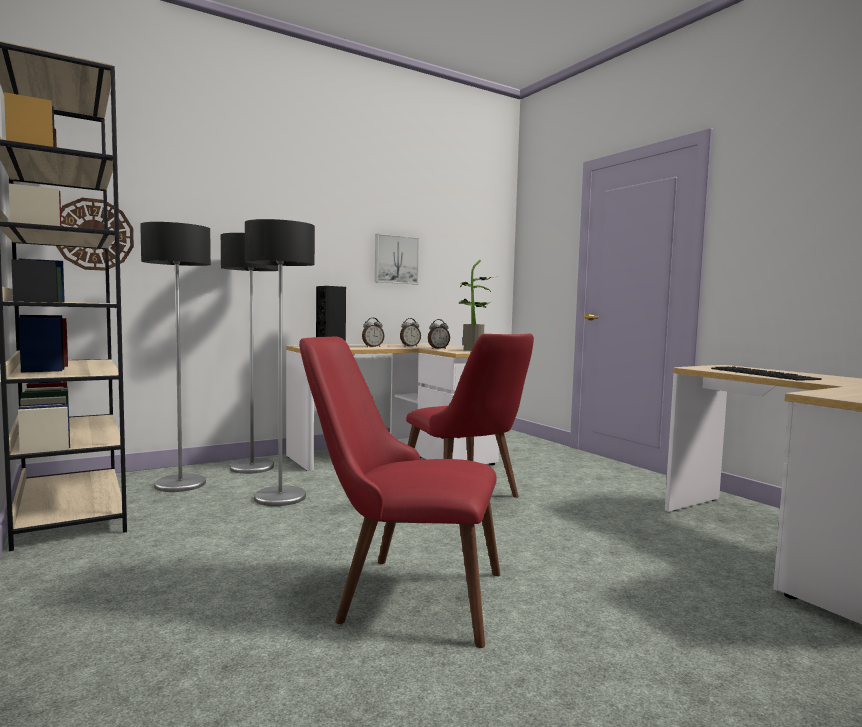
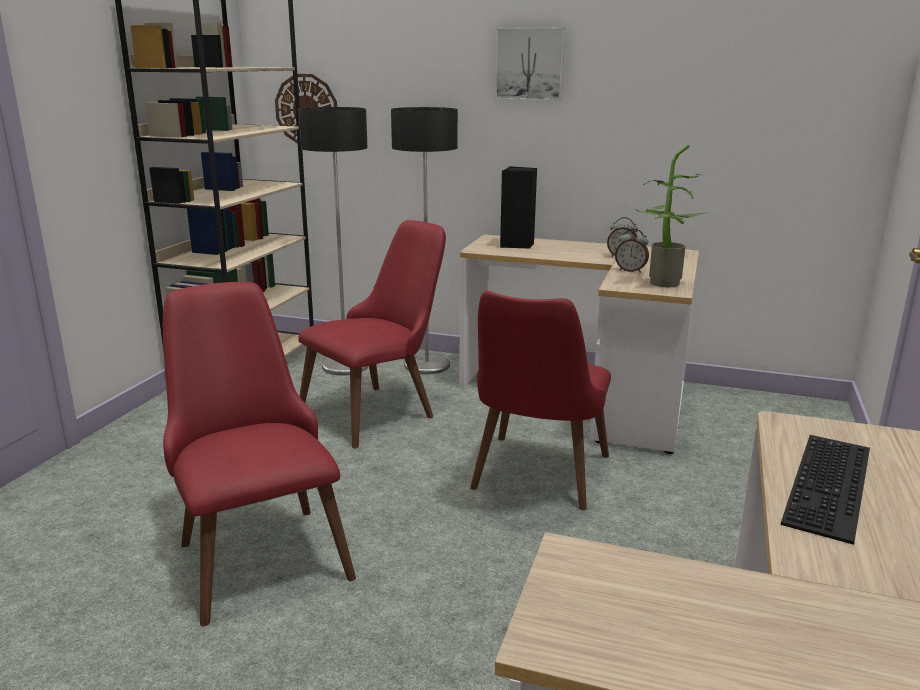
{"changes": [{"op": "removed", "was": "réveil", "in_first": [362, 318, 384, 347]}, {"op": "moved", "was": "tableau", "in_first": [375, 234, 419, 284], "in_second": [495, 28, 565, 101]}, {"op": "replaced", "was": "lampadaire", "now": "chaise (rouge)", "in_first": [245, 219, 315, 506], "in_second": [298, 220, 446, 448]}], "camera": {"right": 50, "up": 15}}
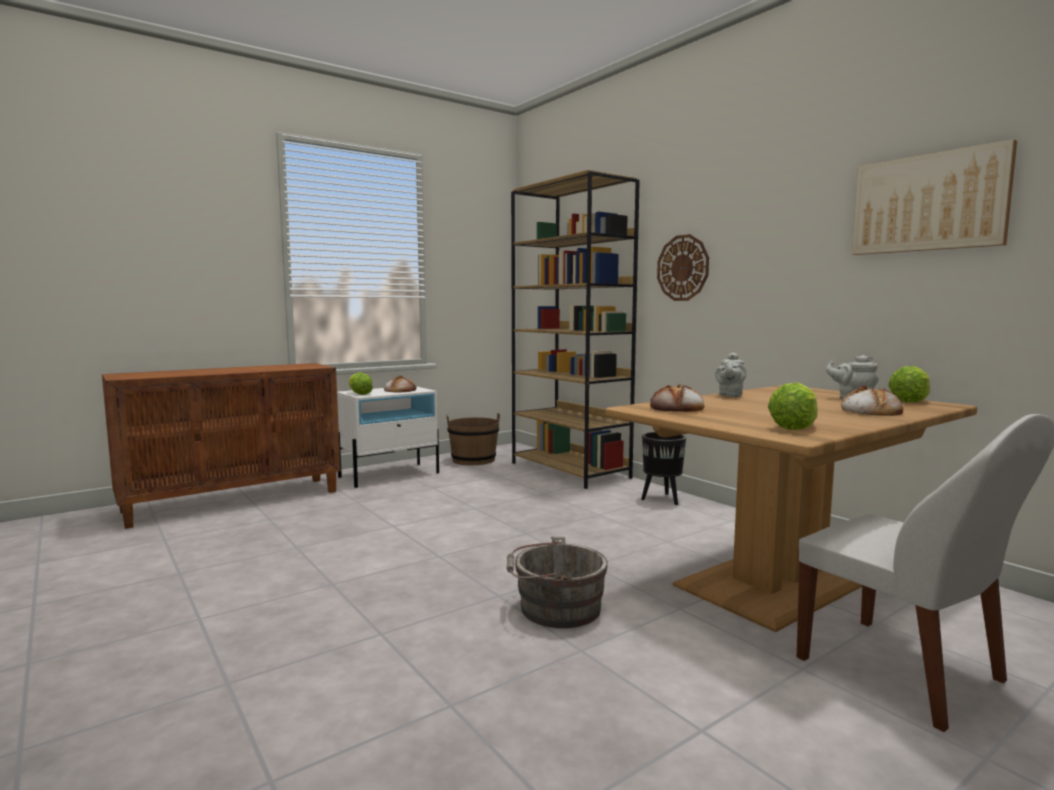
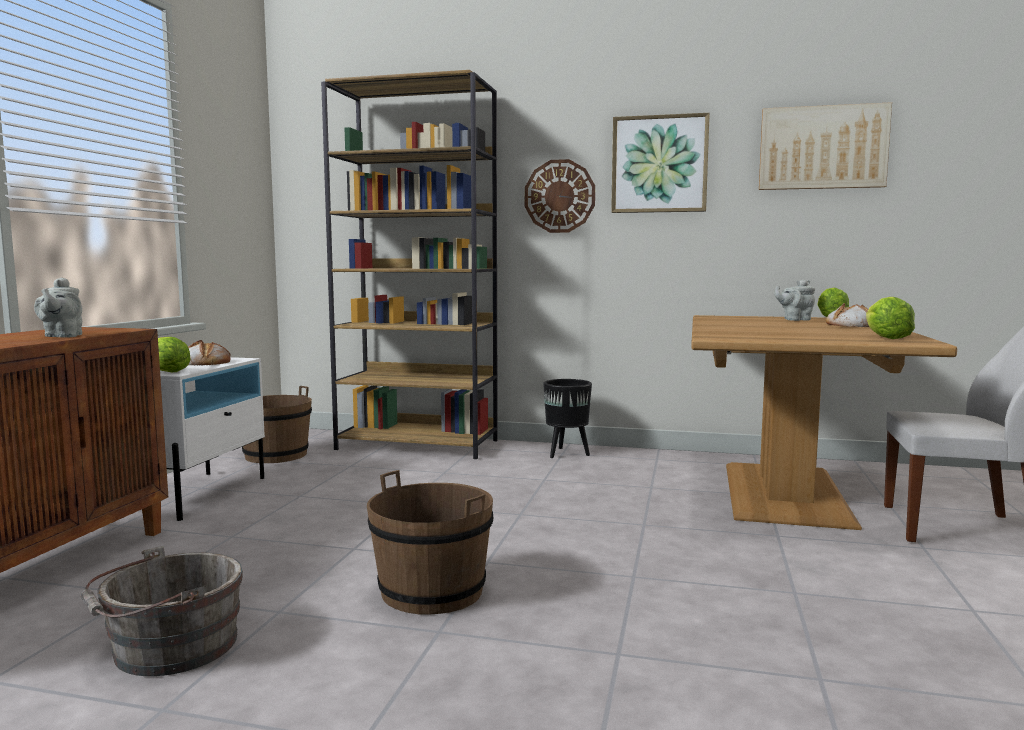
{"changes": [{"op": "removed", "was": "pain", "in_first": [650, 384, 705, 412]}, {"op": "added", "now": "seau (marron)", "in_second": [367, 470, 493, 615]}, {"op": "added", "now": "tableau", "in_second": [611, 113, 710, 213]}, {"op": "moved", "was": "seau (gris)", "in_first": [506, 536, 608, 628], "in_second": [81, 546, 243, 676]}, {"op": "moved", "was": "théière (gris)", "in_first": [715, 352, 747, 397], "in_second": [34, 277, 82, 338]}], "camera": {"right": -40, "up": 0}}
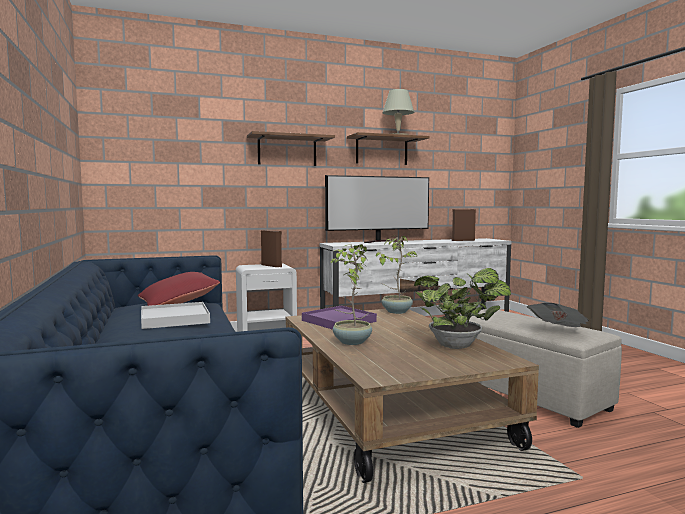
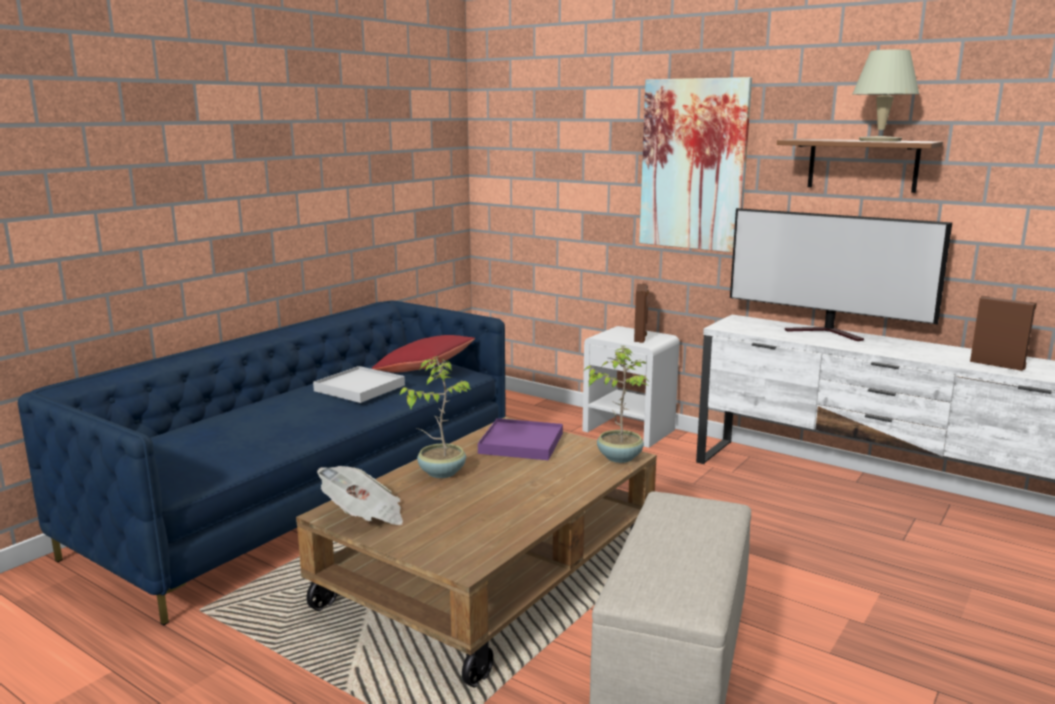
{"changes": [{"op": "removed", "was": "plante en pot", "in_first": [414, 268, 511, 349]}, {"op": "moved", "was": "journal", "in_first": [527, 303, 589, 327], "in_second": [317, 466, 403, 525]}, {"op": "replaced", "was": "étagère (marron)", "now": "tableau", "in_first": [247, 131, 335, 166], "in_second": [639, 77, 752, 252]}], "camera": {"right": 55, "up": 10}}
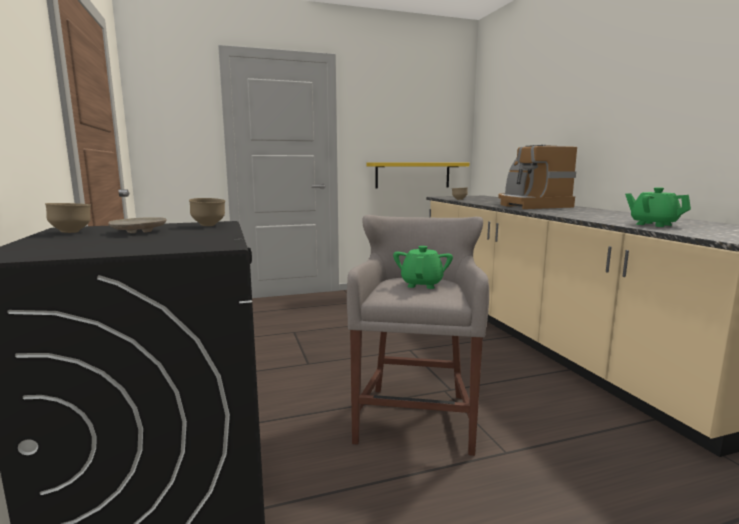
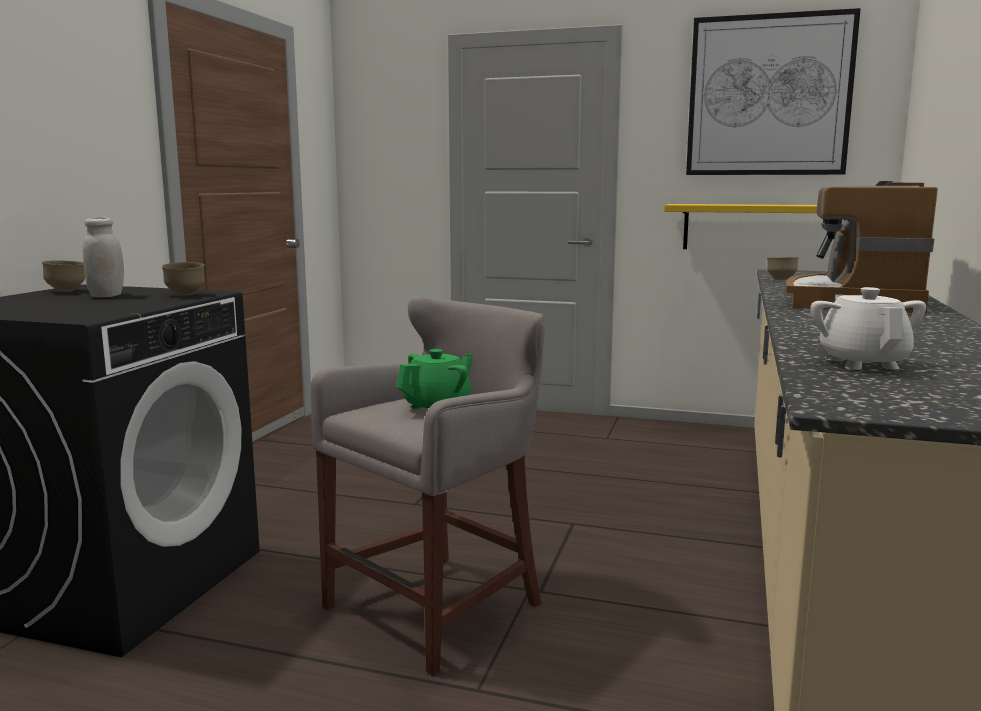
{"changes": [{"op": "added", "now": "tableau", "in_second": [686, 8, 861, 175]}, {"op": "replaced", "was": "assiette (beige)", "now": "bocal (blanc)", "in_first": [108, 217, 166, 233], "in_second": [83, 217, 124, 298]}, {"op": "recoloured", "was": "théière (vert)", "now": "théière (blanc)", "in_first": [625, 187, 691, 227], "in_second": [810, 287, 926, 370]}], "camera": {"right": 35, "up": 0}}
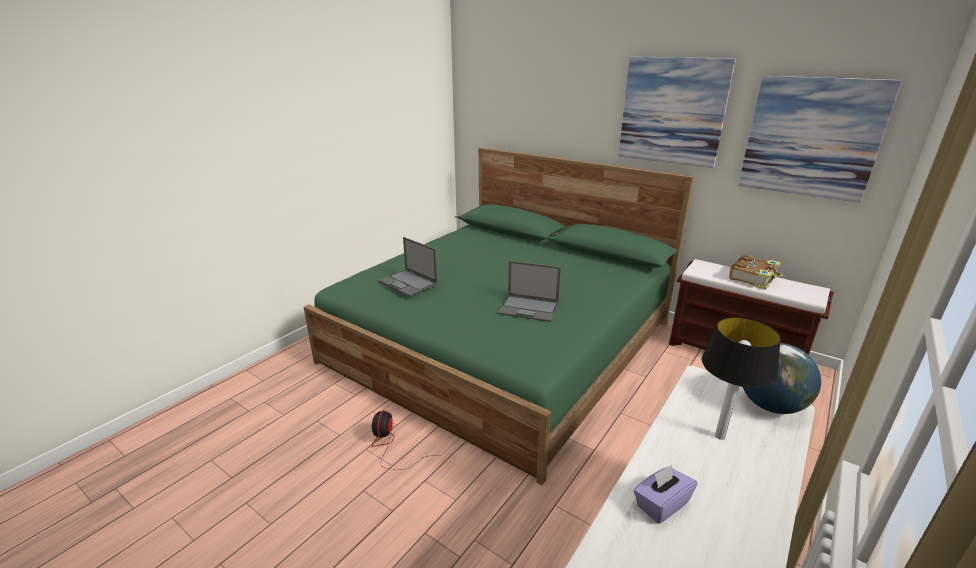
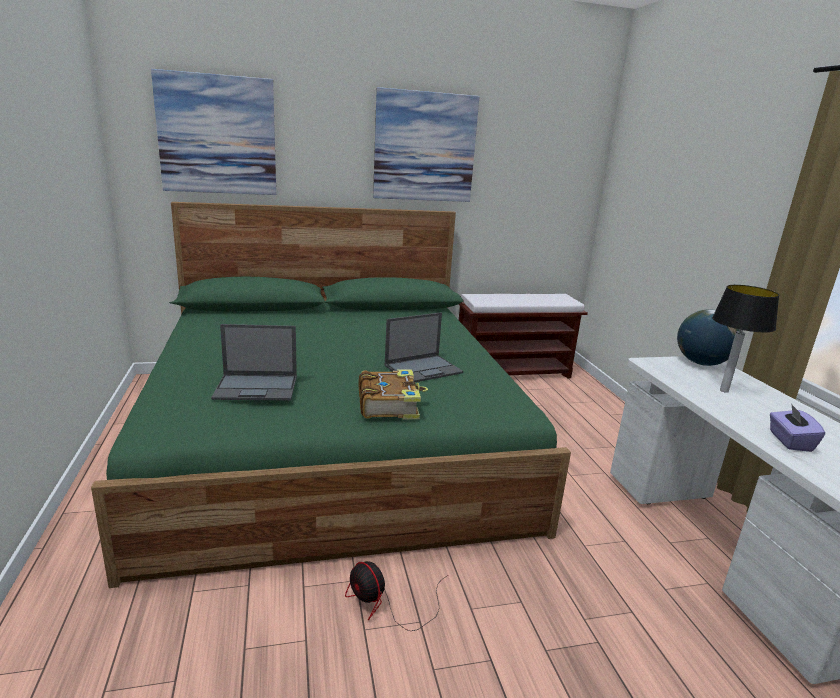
{"changes": [{"op": "moved", "was": "livre", "in_first": [729, 255, 783, 290], "in_second": [358, 369, 428, 419]}, {"op": "moved", "was": "tableau", "in_first": [738, 75, 902, 203], "in_second": [151, 69, 276, 195]}], "camera": {"right": -50, "up": -5}}
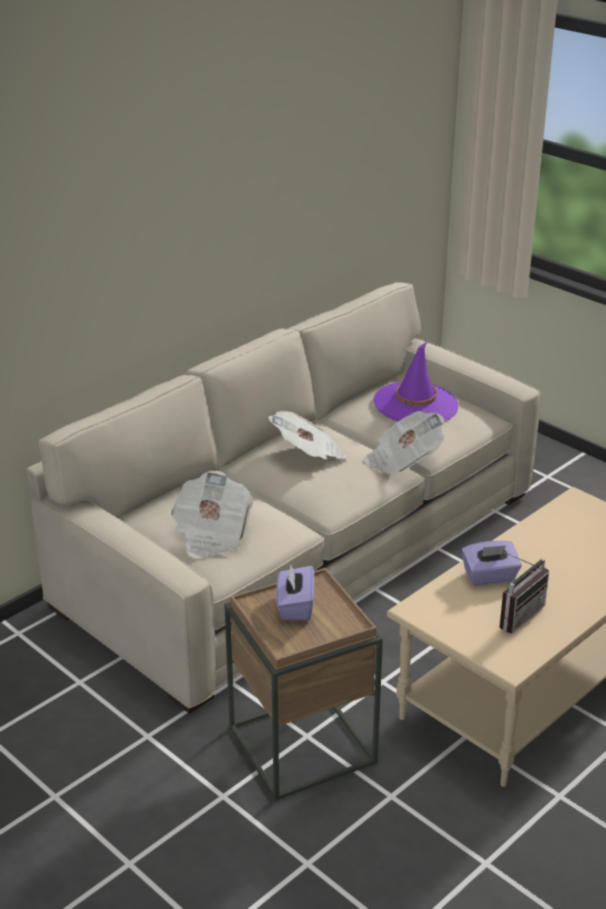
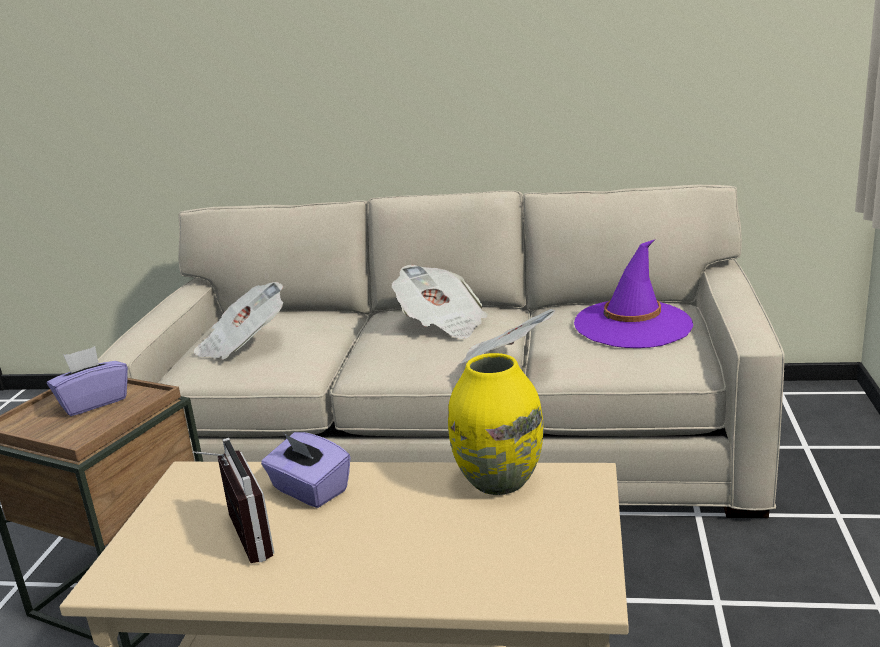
{"changes": [{"op": "added", "now": "vase (jaune)", "in_second": [448, 353, 543, 495]}, {"op": "turned", "was": "radio", "in_first": [500, 552, 549, 633], "in_second": [192, 438, 274, 563], "clockwise": -120}], "camera": {"right": 55, "up": -10}}
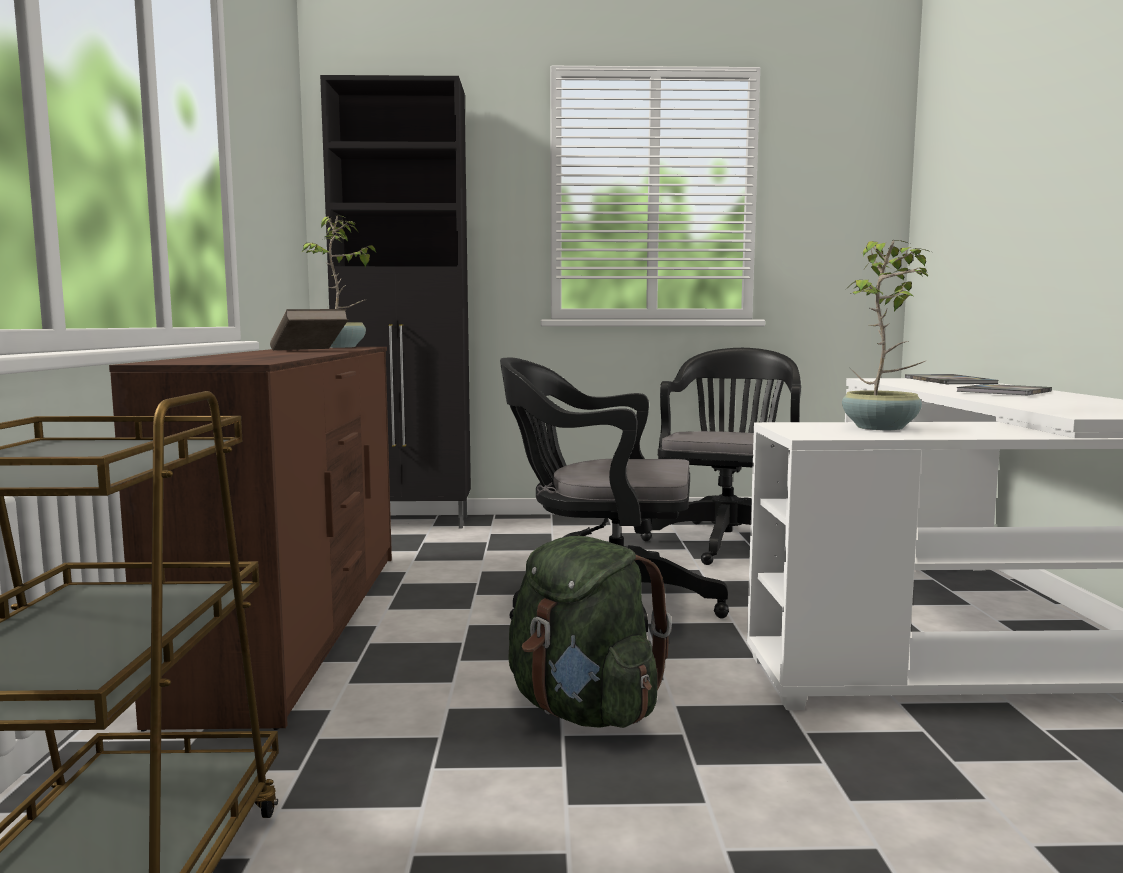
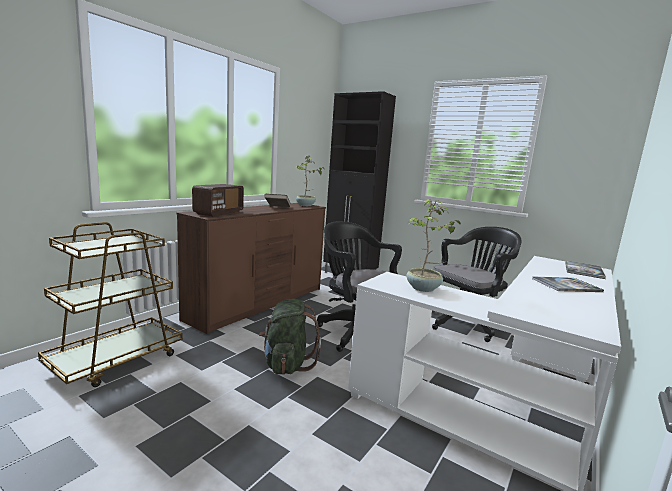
{"changes": [{"op": "added", "now": "radio", "in_second": [192, 184, 244, 216]}], "camera": {"right": 35, "up": 5}}
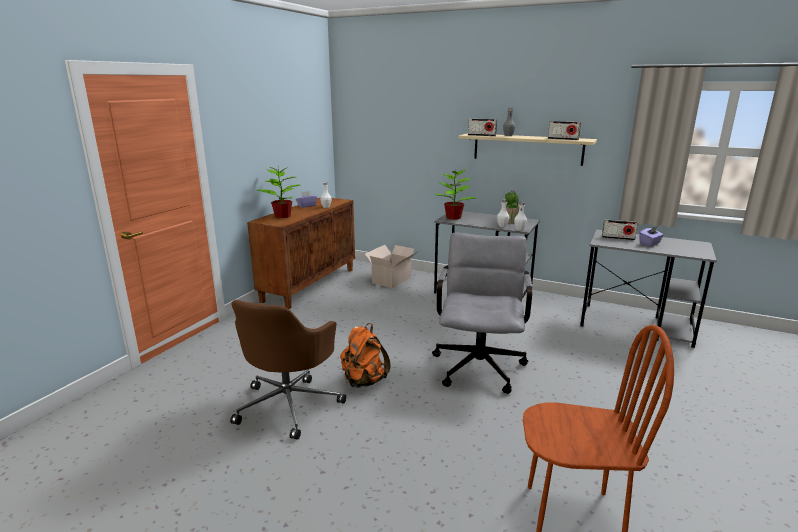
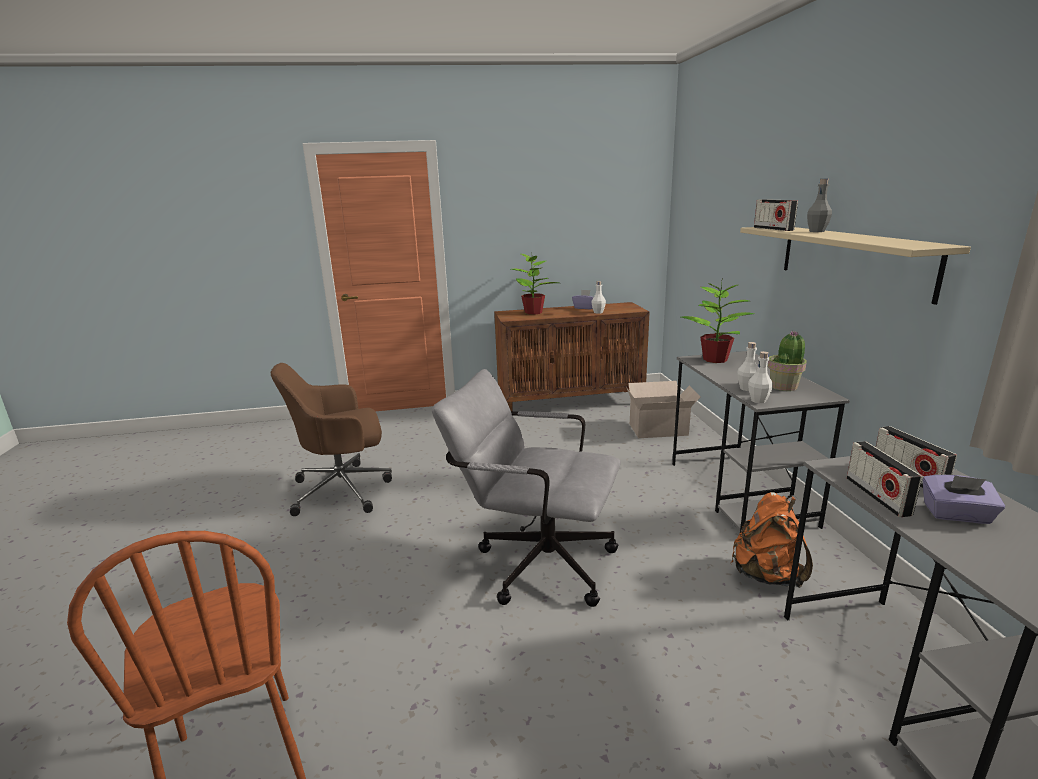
{"changes": [{"op": "moved", "was": "sac à dos (orange)", "in_first": [340, 323, 390, 388], "in_second": [731, 492, 813, 588]}, {"op": "moved", "was": "radio", "in_first": [548, 121, 581, 140], "in_second": [847, 441, 922, 517]}, {"op": "turned", "was": "chaise de bureau (gris)", "in_first": [432, 233, 532, 394], "in_second": [432, 369, 621, 607], "clockwise": -135}], "camera": {"right": 55, "up": 0}}
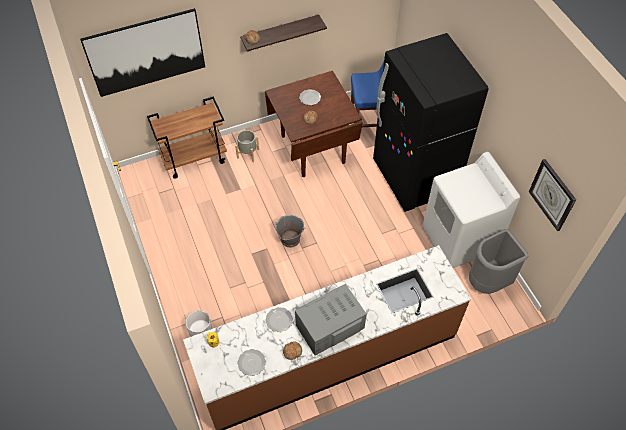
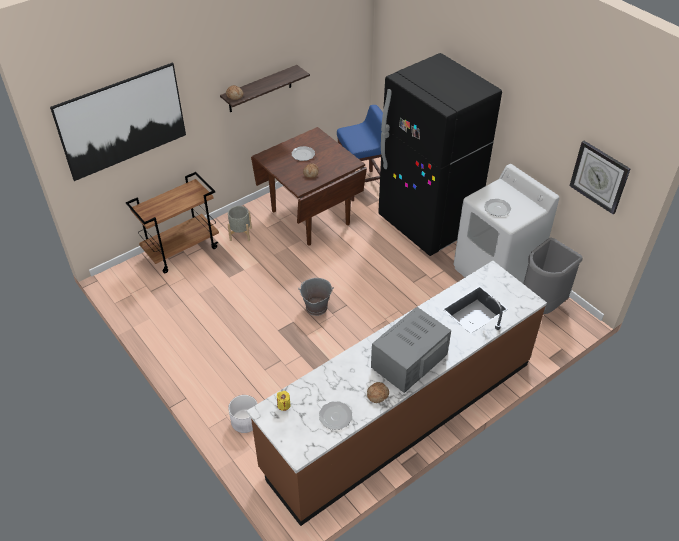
{"changes": [{"op": "moved", "was": "assiette", "in_first": [266, 307, 293, 332], "in_second": [484, 199, 511, 216]}], "camera": {"right": -15, "up": -10}}
